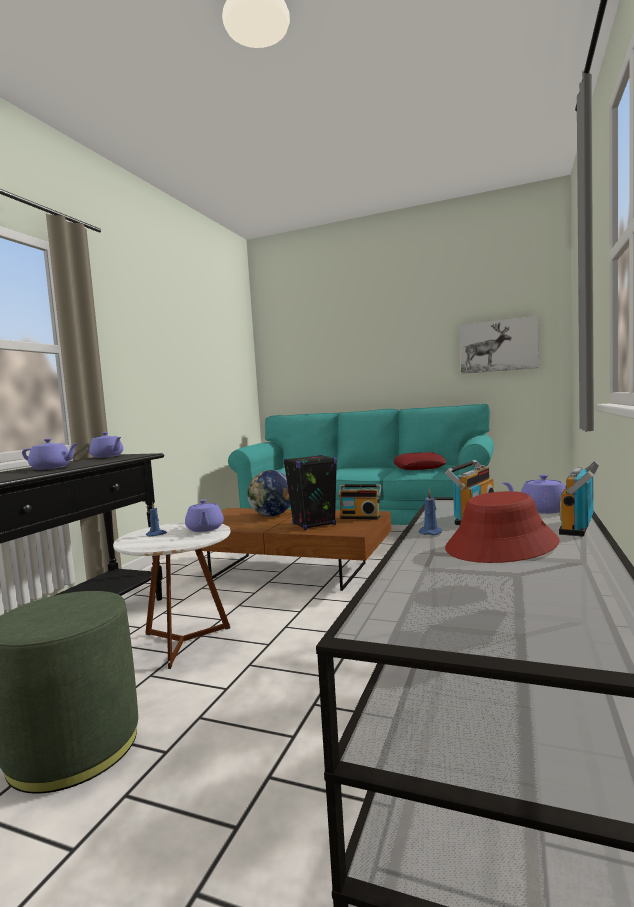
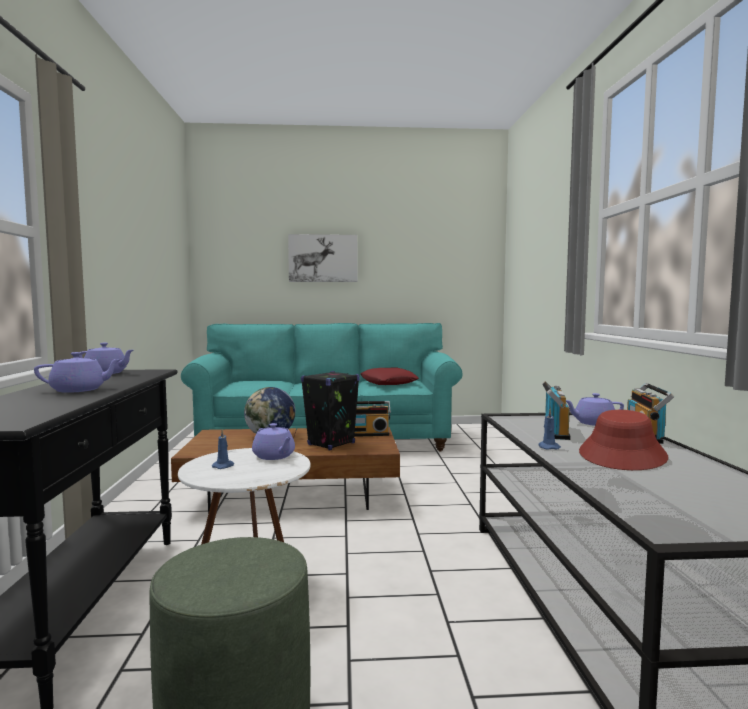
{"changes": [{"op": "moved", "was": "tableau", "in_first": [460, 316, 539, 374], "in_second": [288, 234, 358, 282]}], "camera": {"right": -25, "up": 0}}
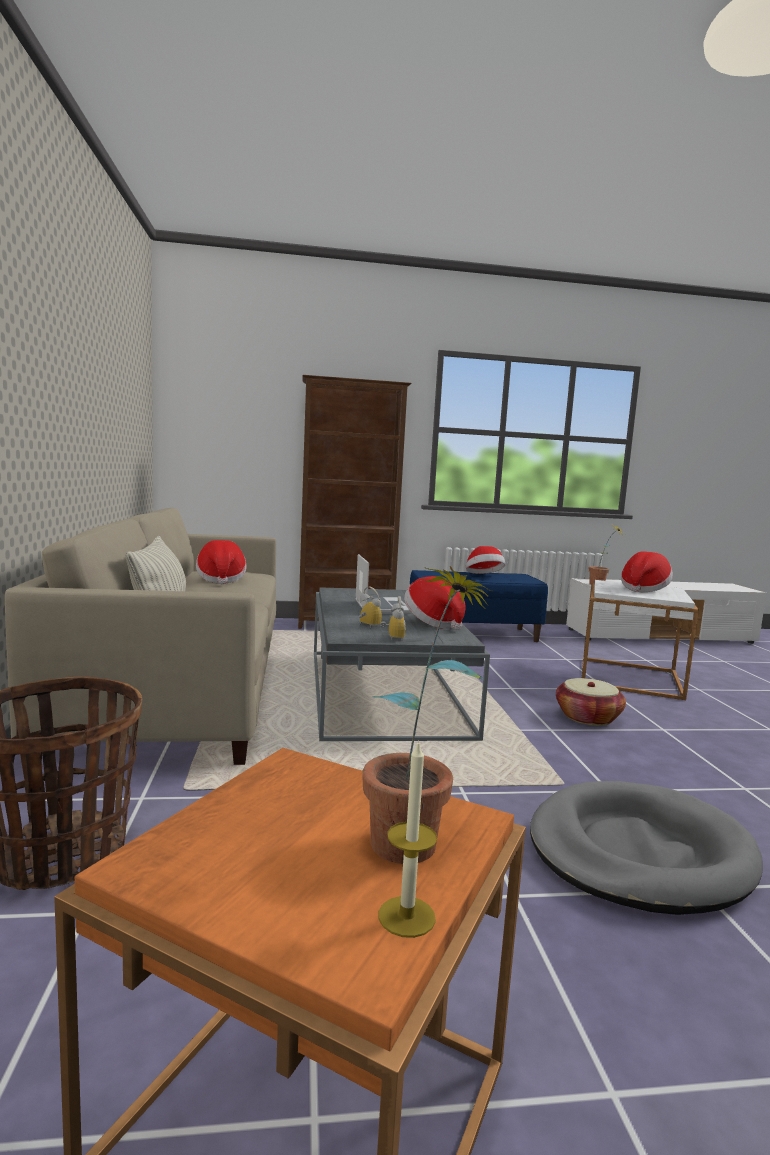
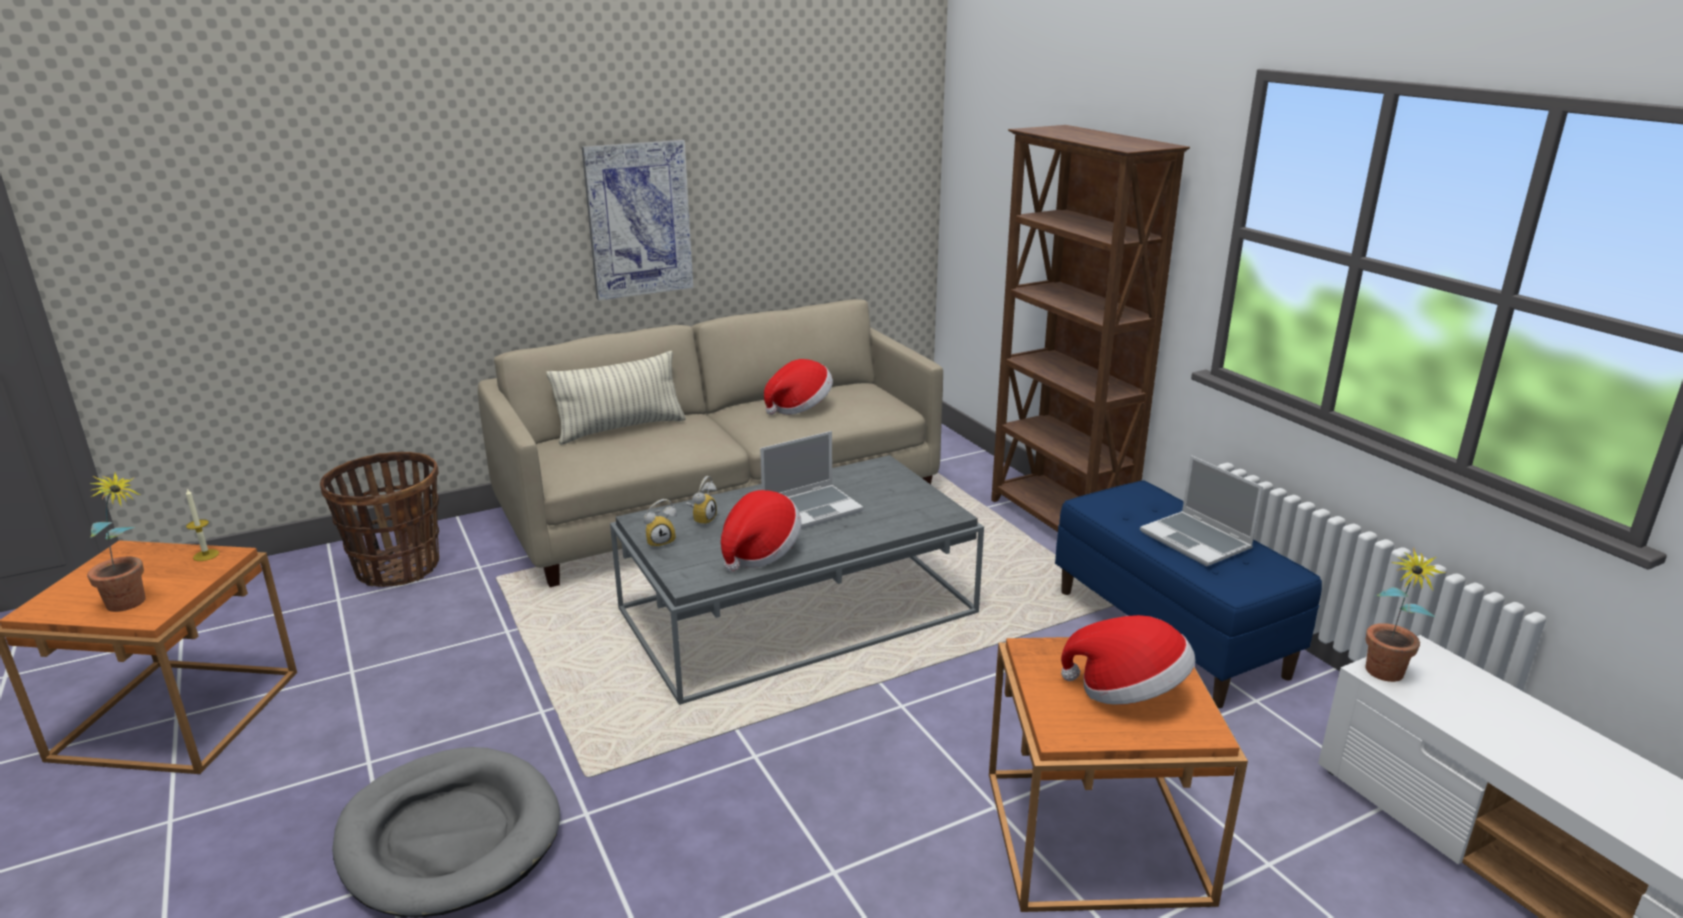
{"changes": [{"op": "removed", "was": "panier", "in_first": [556, 678, 626, 726]}, {"op": "added", "now": "tableau", "in_second": [582, 140, 693, 300]}, {"op": "moved", "was": "bougie", "in_first": [379, 740, 437, 938], "in_second": [186, 489, 219, 561]}, {"op": "replaced", "was": "chapeau", "now": "ordinateur portable", "in_first": [466, 546, 505, 574], "in_second": [1140, 455, 1263, 566]}, {"op": "recoloured", "was": "table d'appoint (blanc)", "now": "table d'appoint (orange)", "in_first": [582, 580, 699, 700], "in_second": [989, 637, 1248, 912]}], "camera": {"right": 70, "up": 15}}
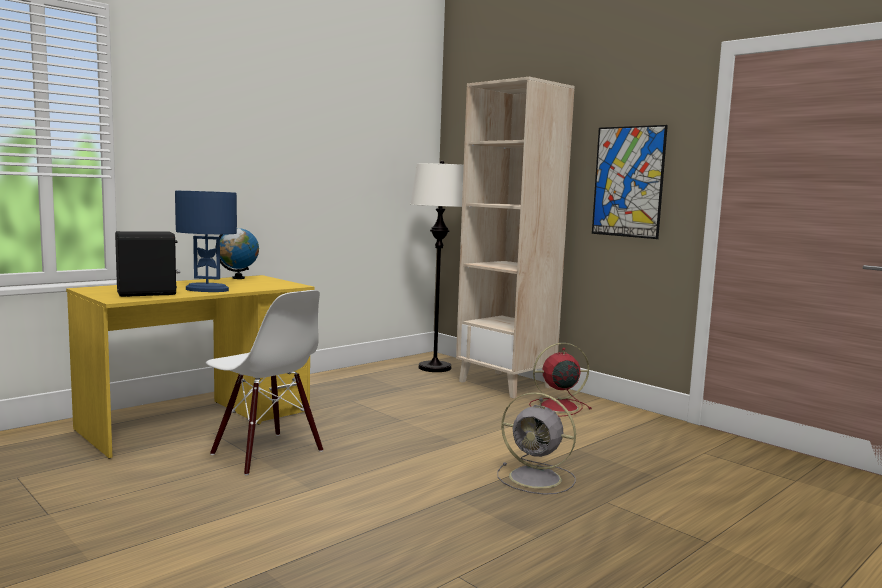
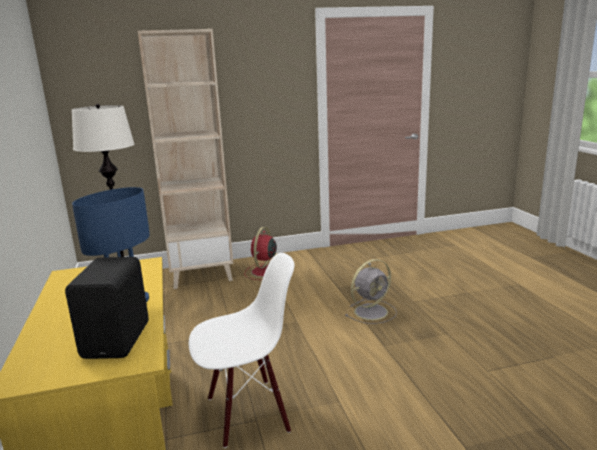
{"changes": [{"op": "removed", "was": "globe", "in_first": [215, 228, 259, 279]}, {"op": "removed", "was": "tableau", "in_first": [592, 125, 668, 239]}], "camera": {"right": -60, "up": 10}}
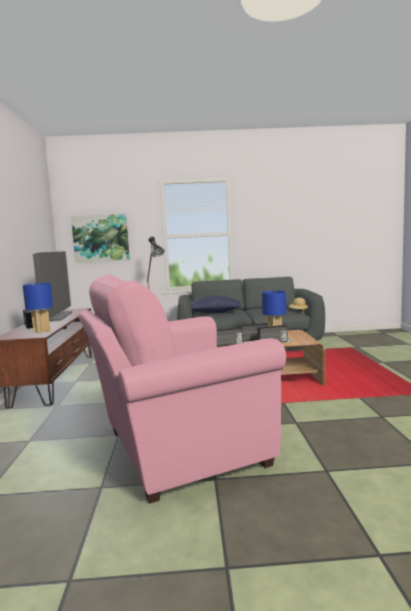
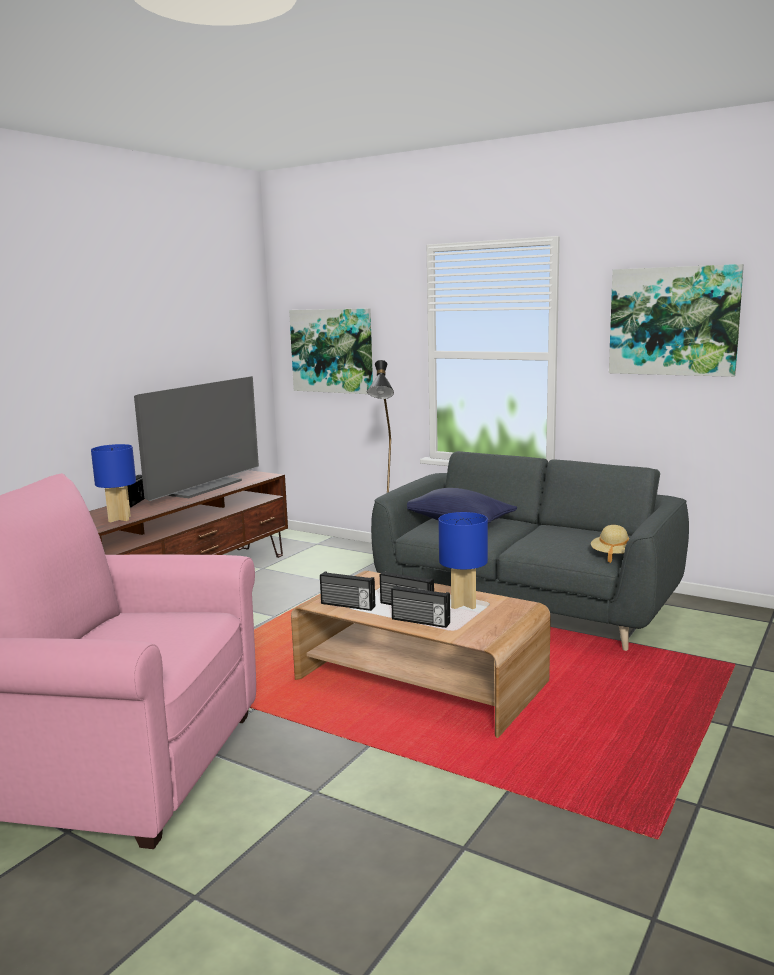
{"changes": [{"op": "added", "now": "tableau", "in_second": [609, 264, 744, 377]}], "camera": {"right": 35, "up": 5}}
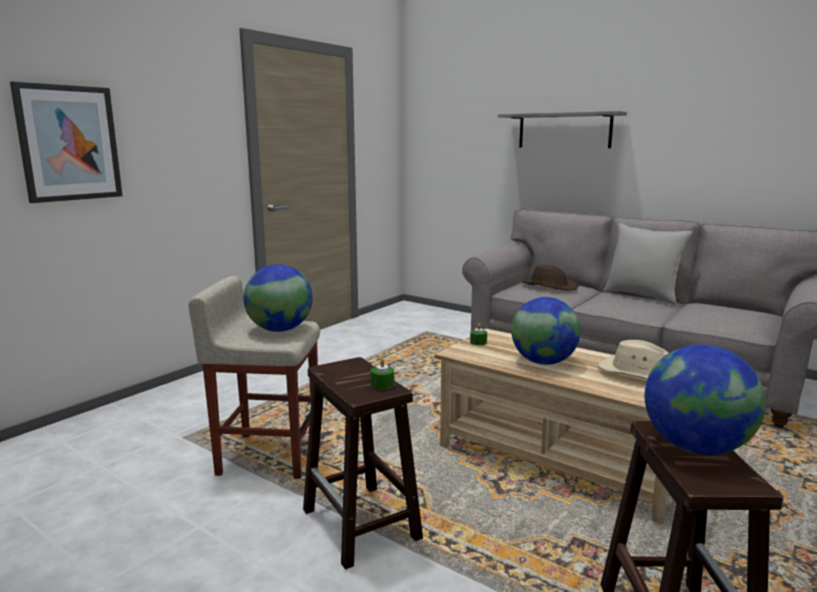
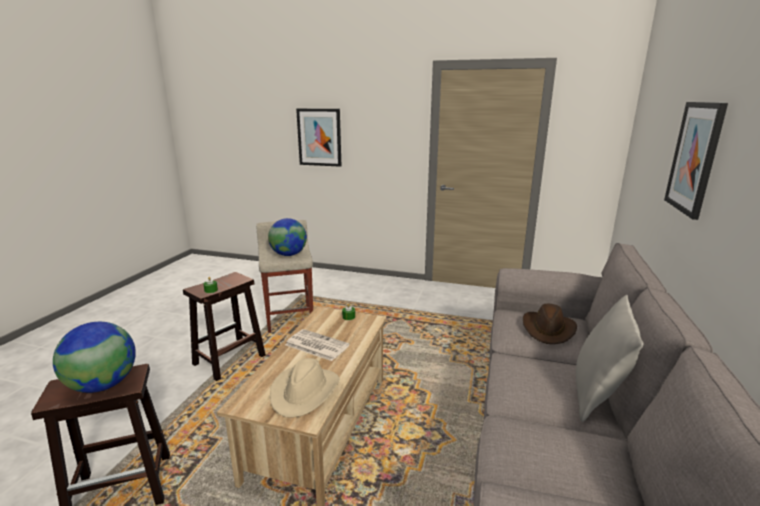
{"changes": [{"op": "replaced", "was": "étagère (gris)", "now": "tableau", "in_first": [498, 111, 627, 148], "in_second": [664, 102, 728, 220]}, {"op": "replaced", "was": "globe", "now": "journal", "in_first": [511, 297, 581, 365], "in_second": [285, 329, 350, 361]}], "camera": {"right": 70, "up": 5}}
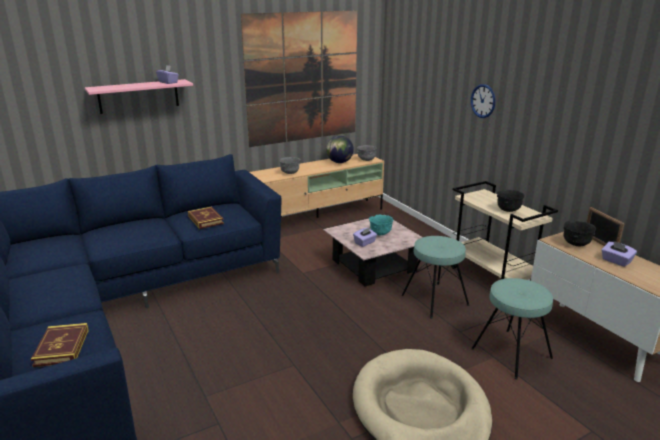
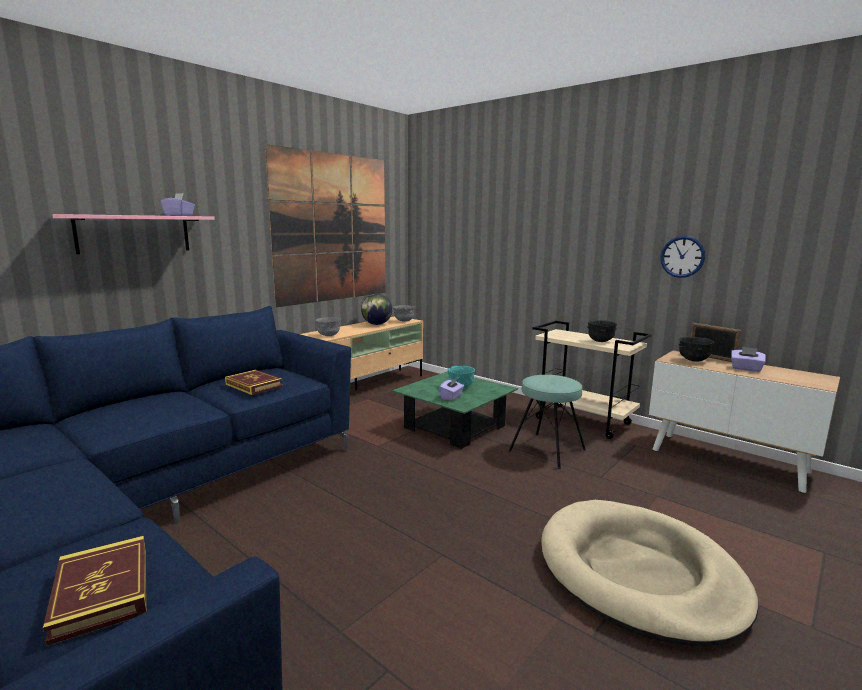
{"changes": [{"op": "removed", "was": "tabouret (turquoise)", "in_first": [471, 278, 553, 379]}, {"op": "moved", "was": "horloge murale", "in_first": [471, 84, 496, 118], "in_second": [660, 236, 705, 278]}, {"op": "recoloured", "was": "table basse (rose)", "now": "table basse (vert)", "in_first": [323, 215, 423, 287], "in_second": [392, 371, 518, 449]}], "camera": {"right": -20, "up": -10}}
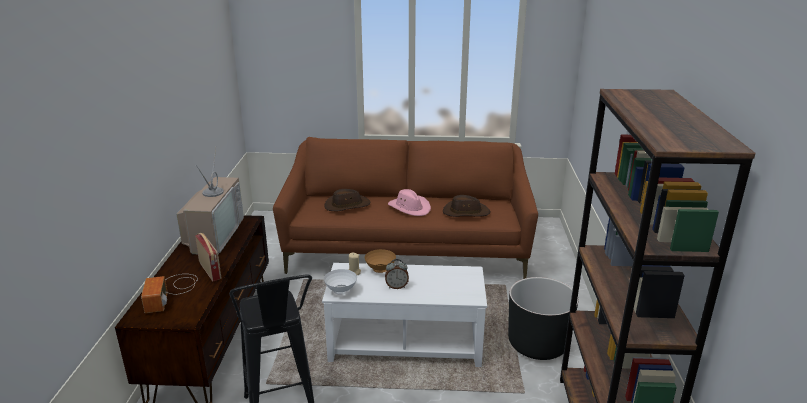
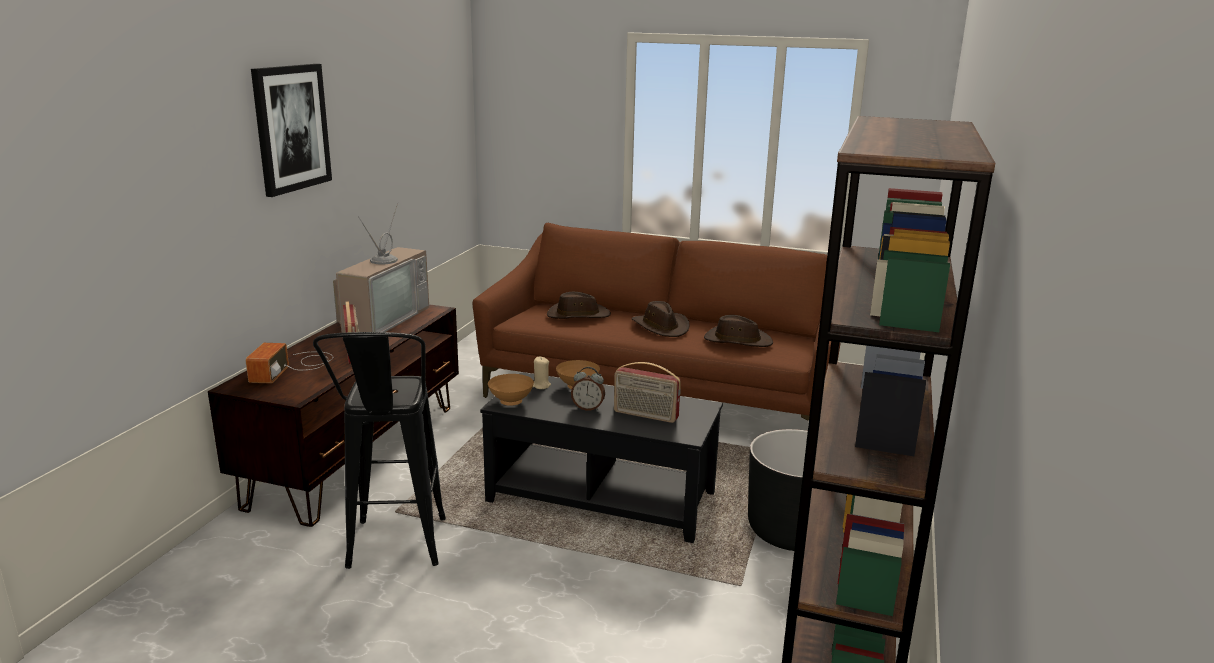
{"changes": [{"op": "added", "now": "tableau", "in_second": [251, 64, 332, 197]}, {"op": "added", "now": "radio", "in_second": [614, 362, 681, 423]}, {"op": "recoloured", "was": "table basse (blanc)", "now": "table basse (noir)", "in_first": [322, 263, 487, 367], "in_second": [480, 372, 723, 543]}, {"op": "recoloured", "was": "bol (blanc)", "now": "bol (marron)", "in_first": [324, 269, 357, 295], "in_second": [488, 374, 534, 406]}, {"op": "recoloured", "was": "chapeau (rose)", "now": "chapeau (marron)", "in_first": [388, 189, 431, 216], "in_second": [631, 301, 689, 337]}], "camera": {"right": 15, "up": -5}}
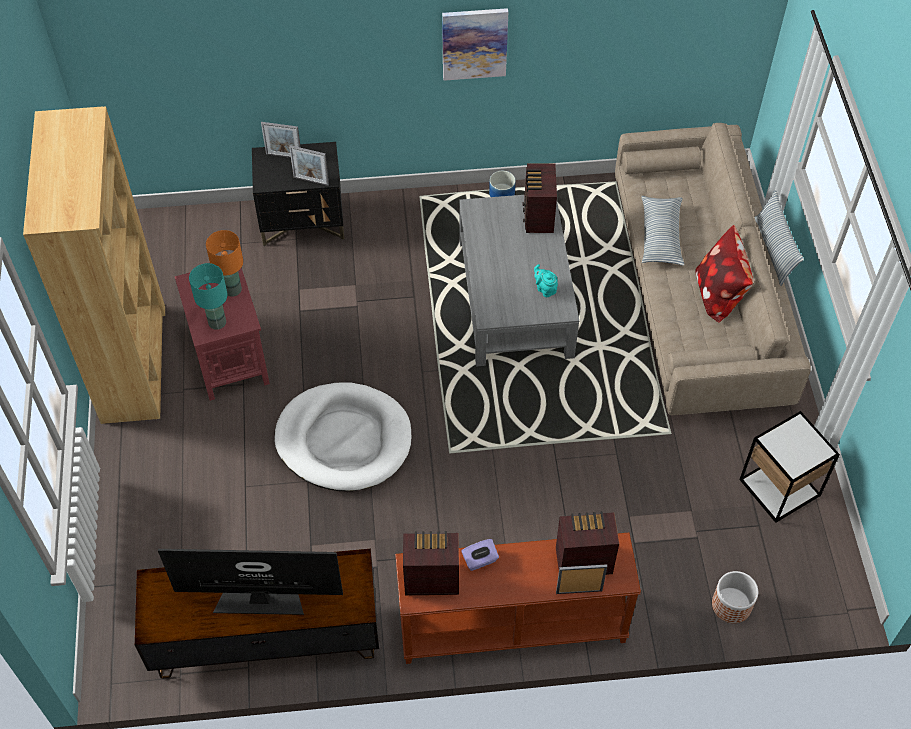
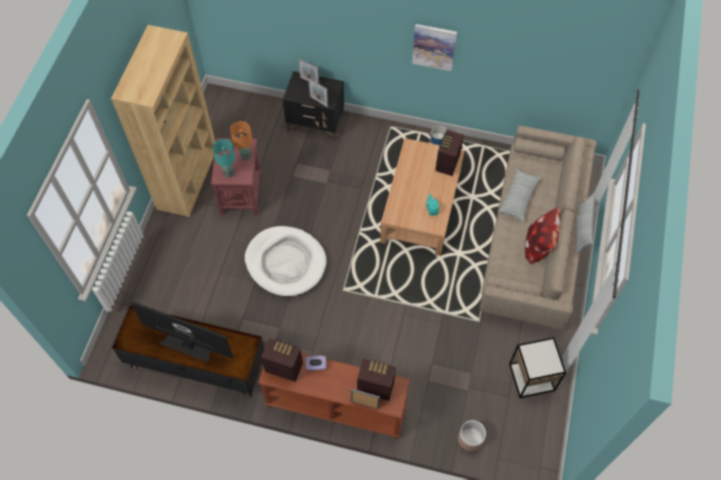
{"changes": [{"op": "recoloured", "was": "table basse (gris)", "now": "table basse (marron)", "in_first": [459, 195, 579, 366], "in_second": [380, 138, 465, 256]}], "camera": {"right": 20, "up": 5}}
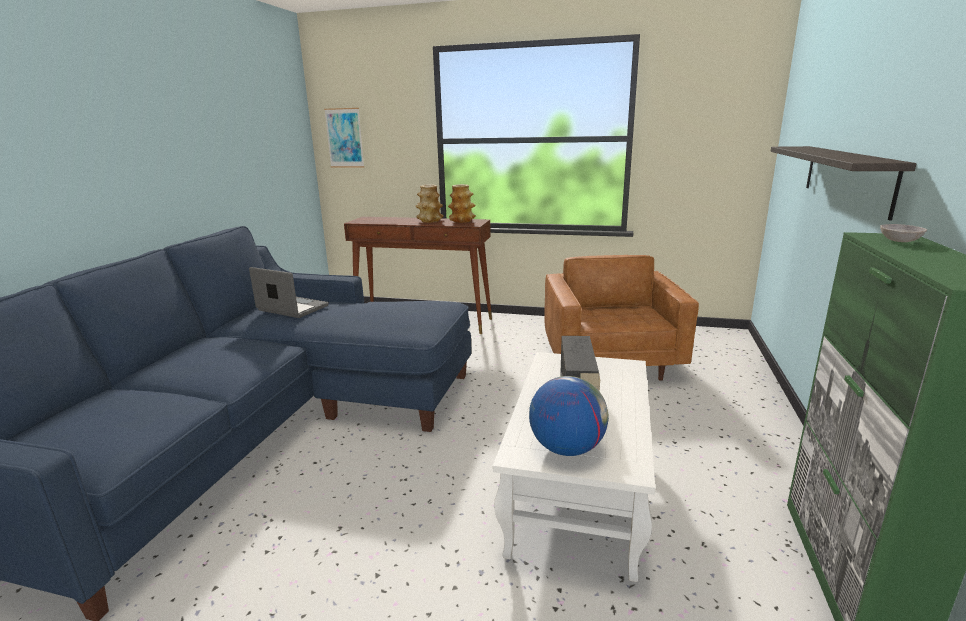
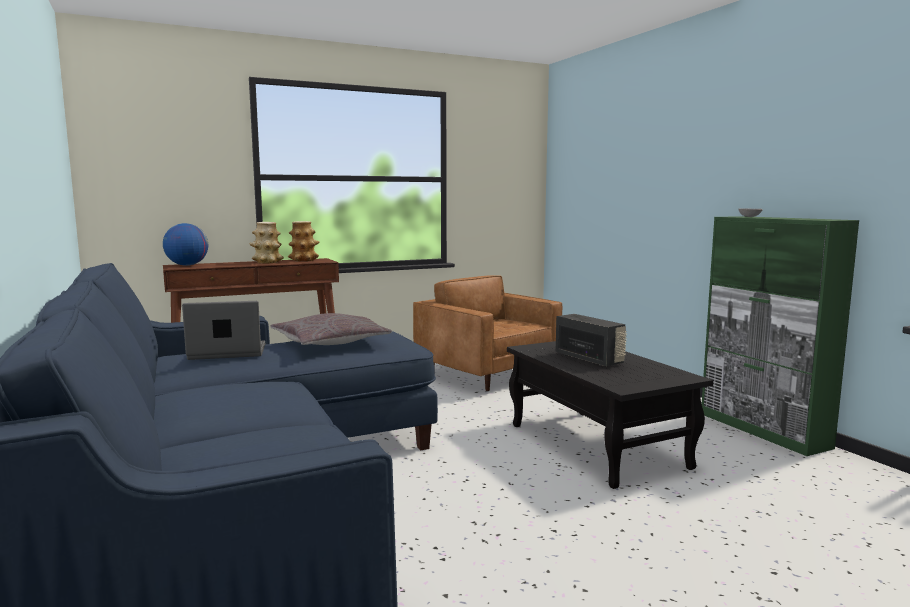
{"changes": [{"op": "removed", "was": "tableau", "in_first": [324, 108, 364, 167]}, {"op": "removed", "was": "étagère", "in_first": [770, 146, 917, 220]}, {"op": "added", "now": "coussin (gris)", "in_second": [270, 313, 392, 345]}, {"op": "moved", "was": "globe", "in_first": [529, 376, 609, 456], "in_second": [163, 223, 208, 266]}, {"op": "recoloured", "was": "table basse (blanc)", "now": "table basse (noir)", "in_first": [493, 352, 655, 582], "in_second": [507, 341, 713, 489]}], "camera": {"right": -40, "up": -10}}
